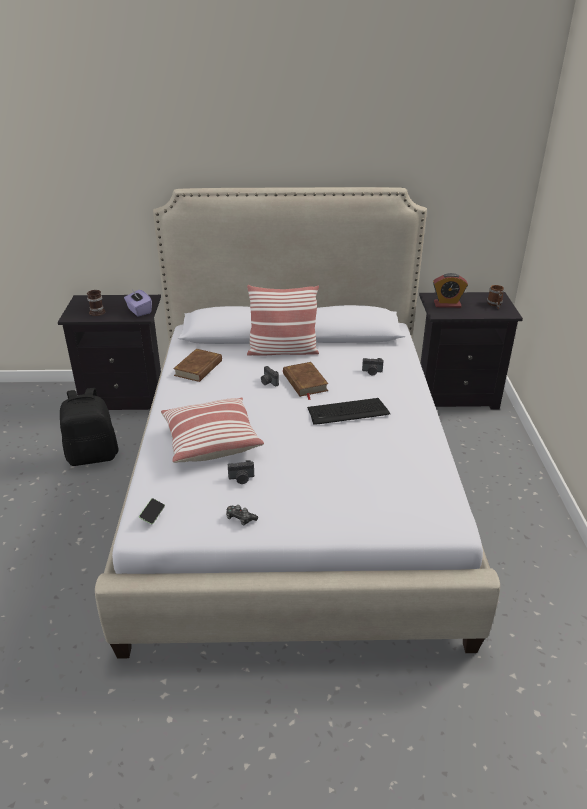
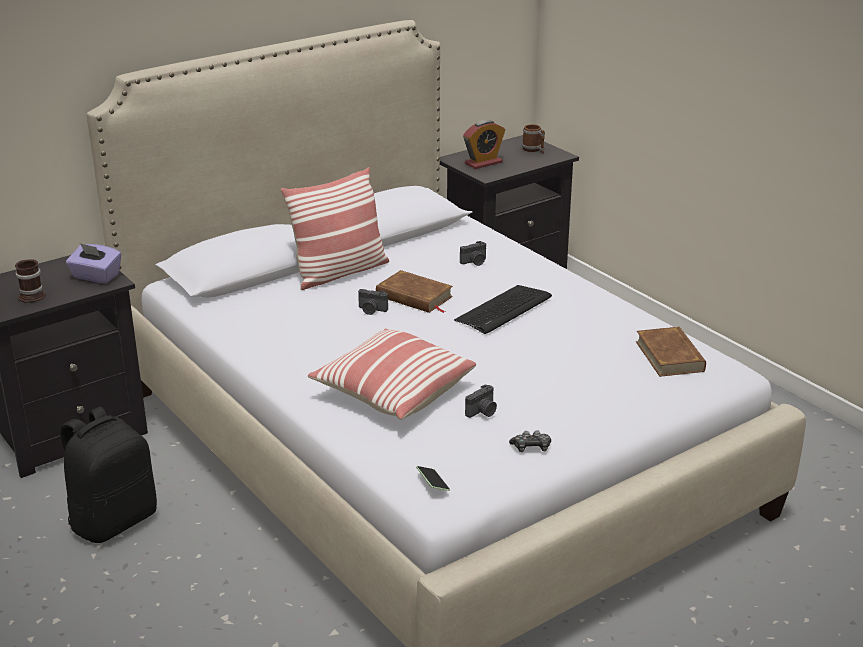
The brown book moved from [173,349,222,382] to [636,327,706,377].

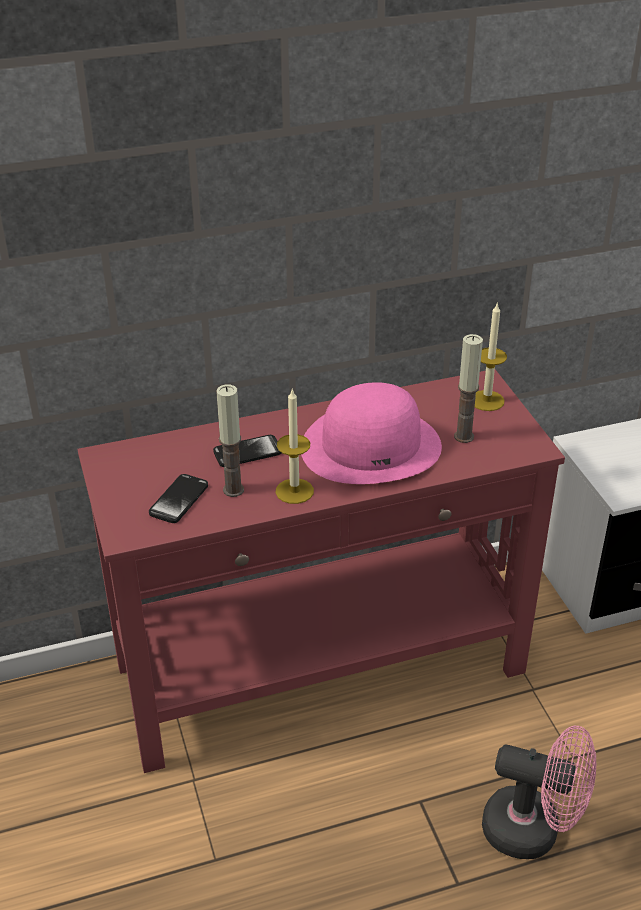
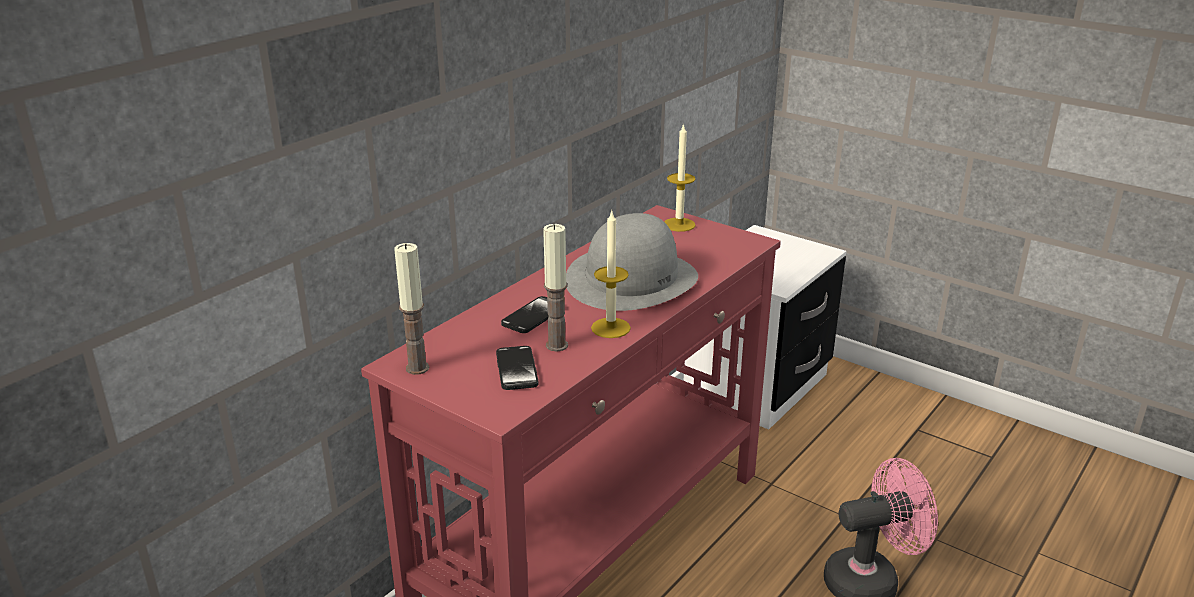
The candle moved from [454,334,483,443] to [394,243,429,375]. The pink hat at [301,382,442,484] became the grey hat at [566,213,698,311].

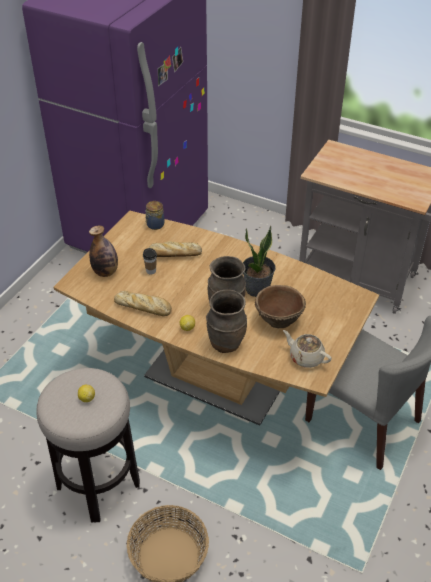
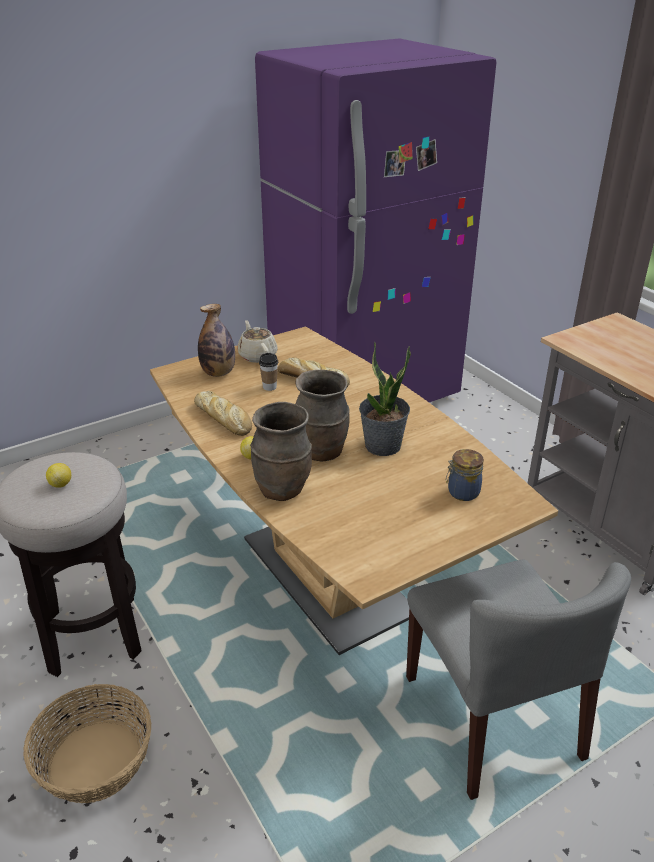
The brown bowl at [255,285,306,328] disappeared. The jar moved from [145,201,165,230] to [446,449,484,501]. The beige teapot moved from [283,330,332,368] to [237,320,278,363].

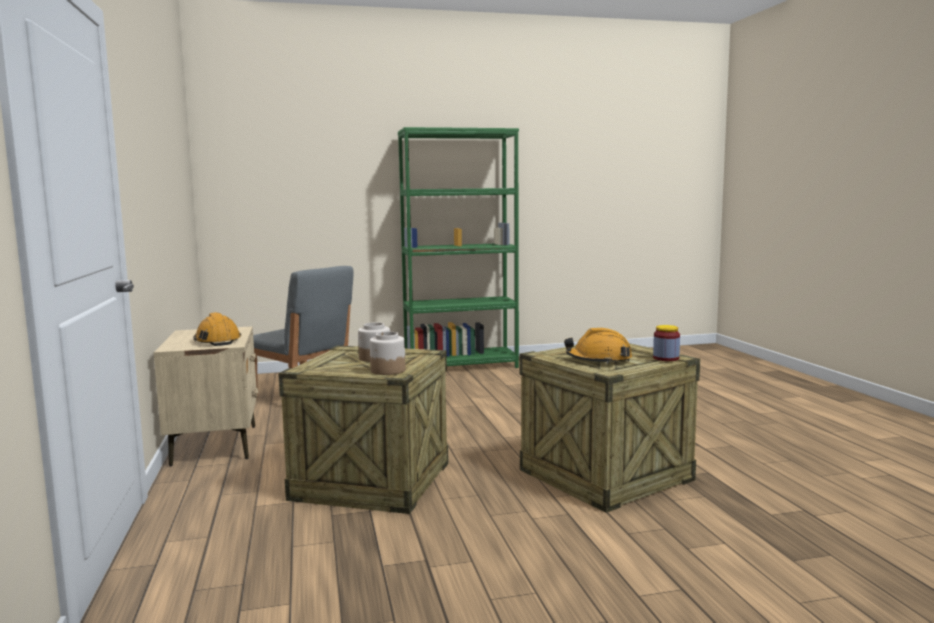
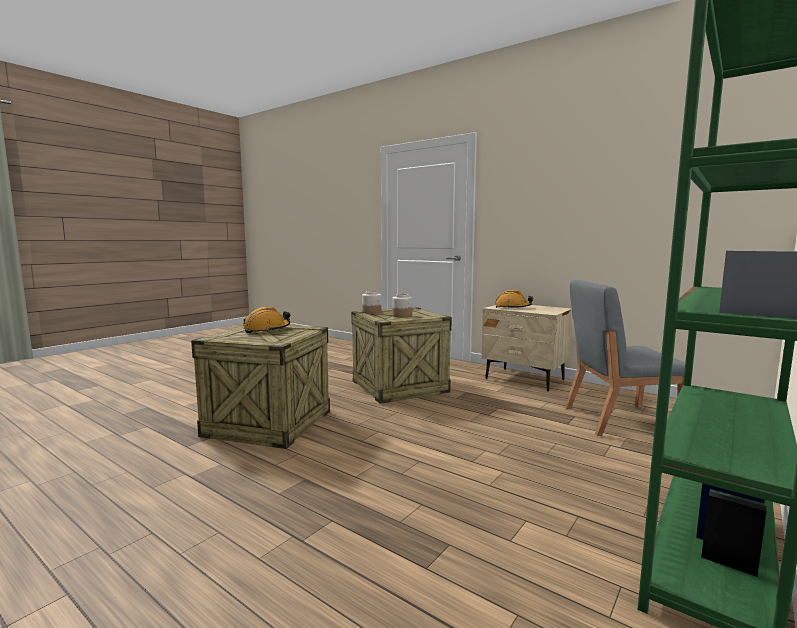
The jar at [653,325,680,361] disappeared.

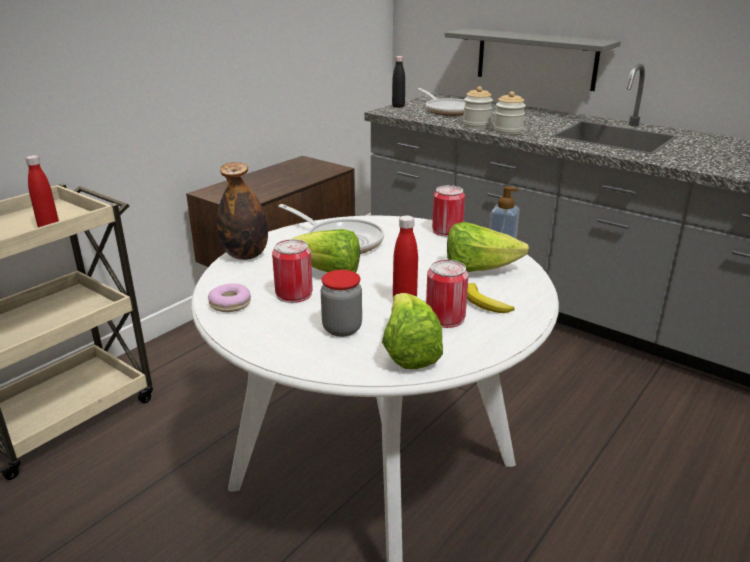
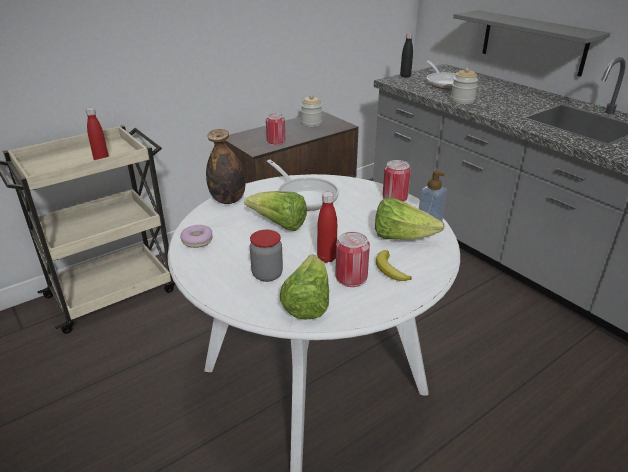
The can moved from [272,239,313,303] to [266,113,286,145]. The jar moved from [494,91,526,135] to [301,95,322,127].

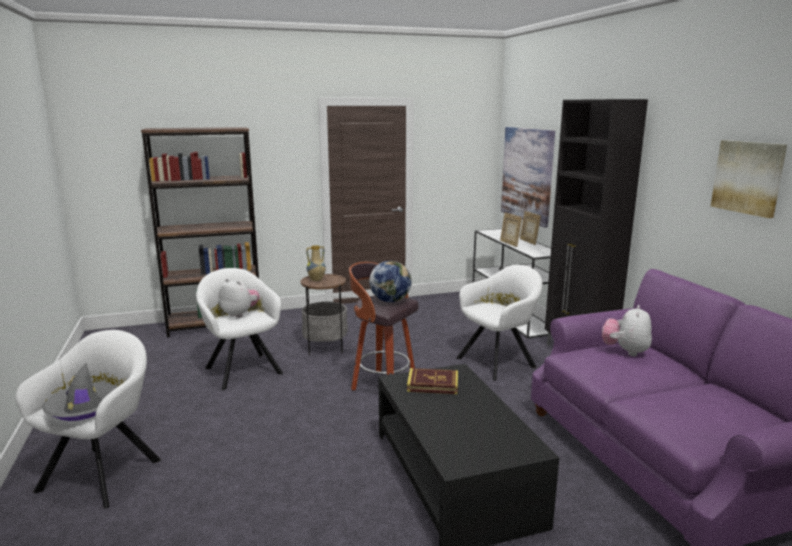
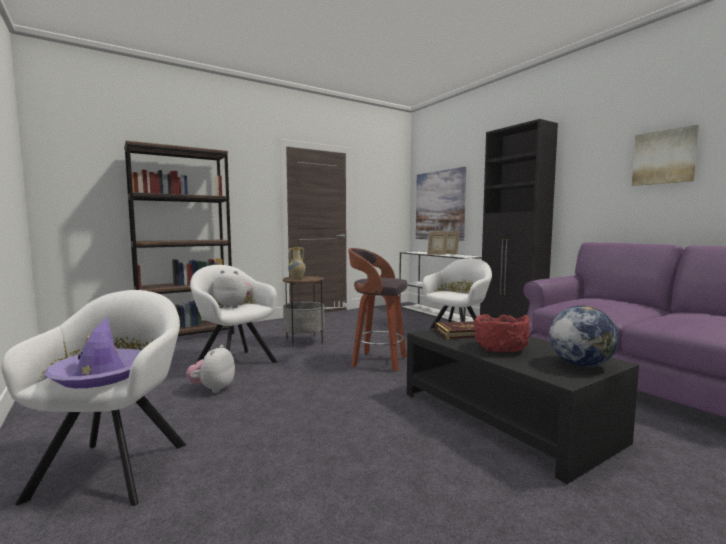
The red bowl at [474,314,530,352] appeared. The globe moved from [369,261,412,302] to [549,306,619,367]. The plush toy moved from [602,305,652,356] to [186,345,235,393]. The grey hat at [42,363,118,421] became the purple hat at [44,317,141,388].

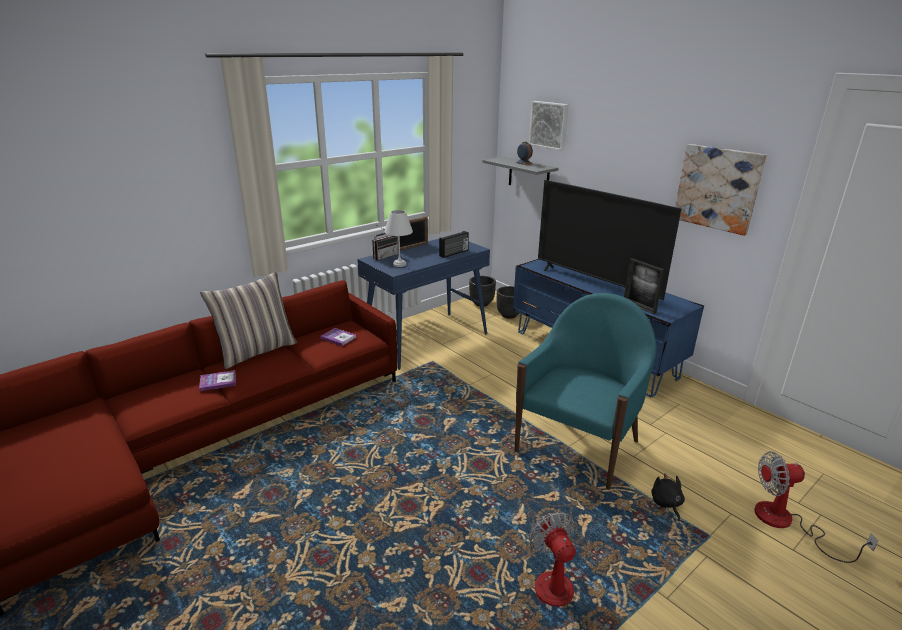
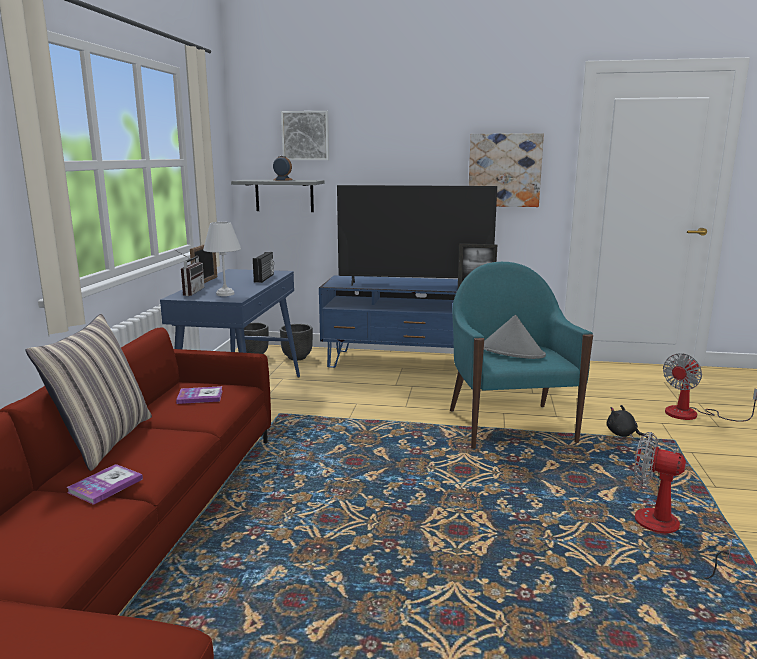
The grey hat at [484,315,546,359] appeared.

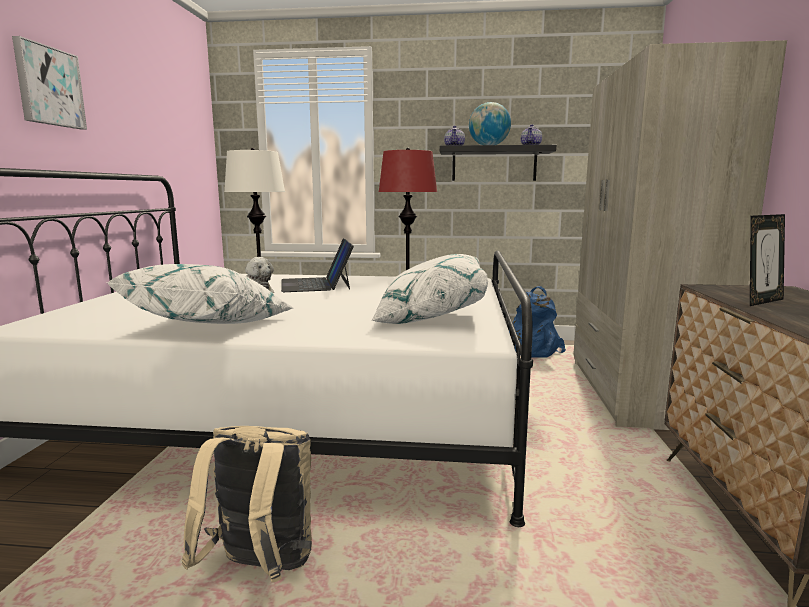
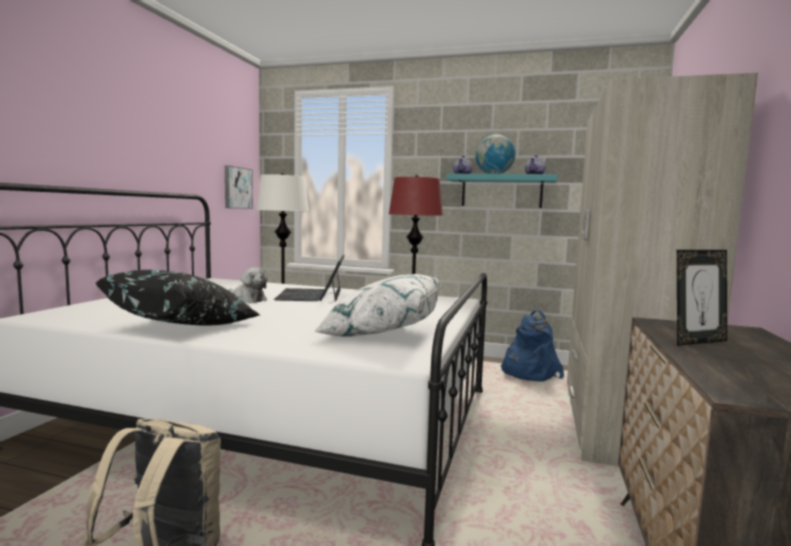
The picture moved from [12,36,87,129] to [225,165,253,209]. The white pillow at [108,264,293,324] became the black pillow at [96,270,260,326]. The black shelf at [440,145,556,181] became the turquoise shelf at [446,174,558,208].

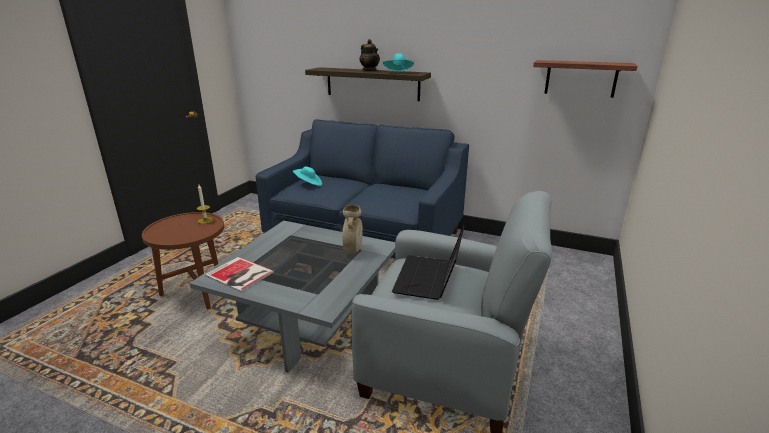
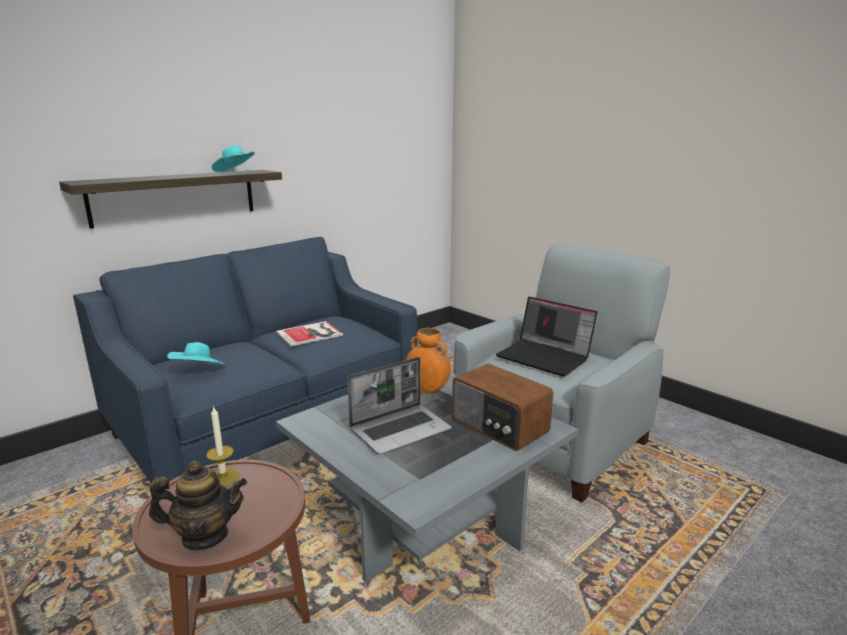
The shelf at [533,60,638,98] disappeared. The laptop at [347,357,452,454] appeared. The radio at [452,364,553,451] appeared. The book moved from [204,257,274,292] to [276,321,343,347]. The teapot moved from [359,39,380,71] to [149,461,247,551]. The beige vase at [342,205,363,253] became the orange vase at [406,328,451,392].

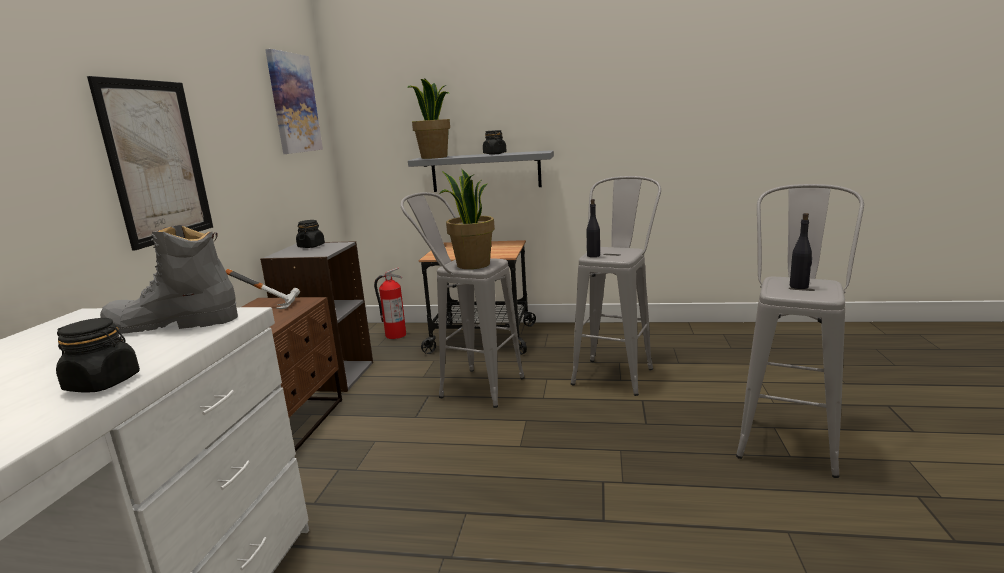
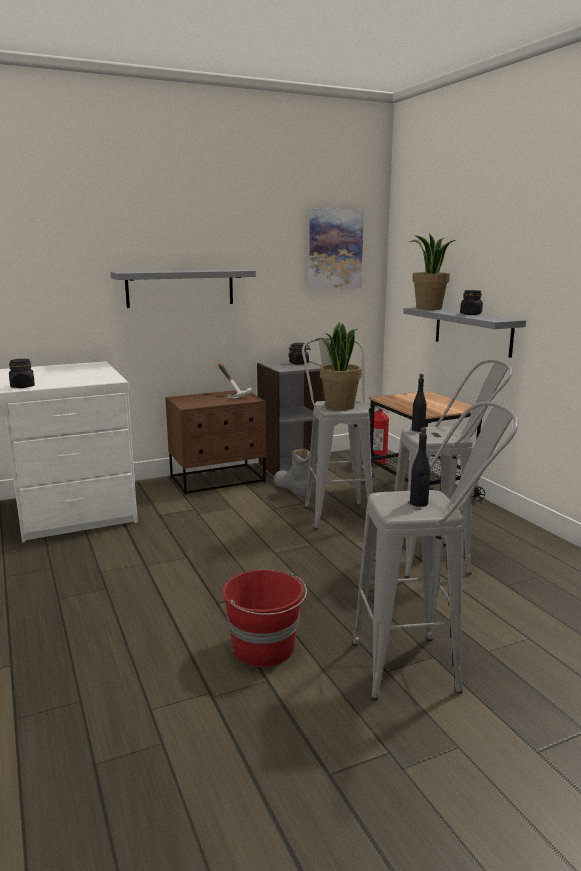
The red bucket at [223,570,307,667] appeared. The grey boot moved from [100,225,238,334] to [274,449,316,497]. The picture at [87,76,213,251] was replaced by the grey shelf at [110,269,256,308].

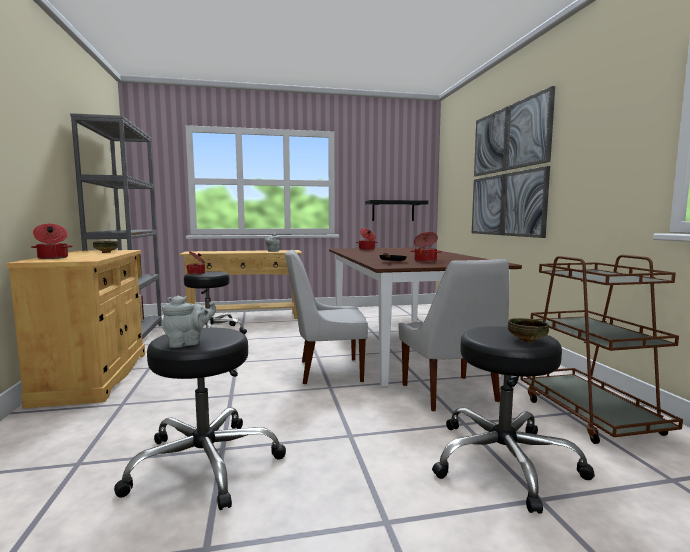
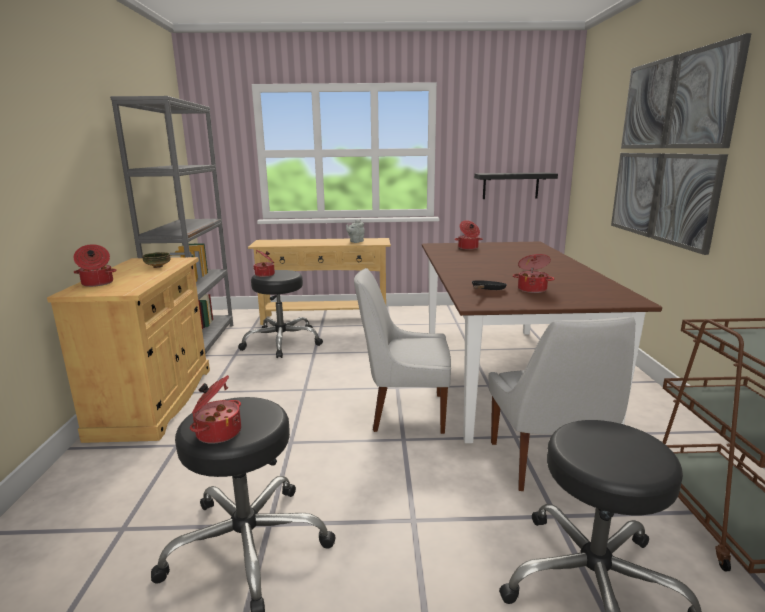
The bowl at [508,318,549,342] disappeared. The grey teapot at [161,296,216,348] was replaced by the cooking pot at [190,375,241,444].

